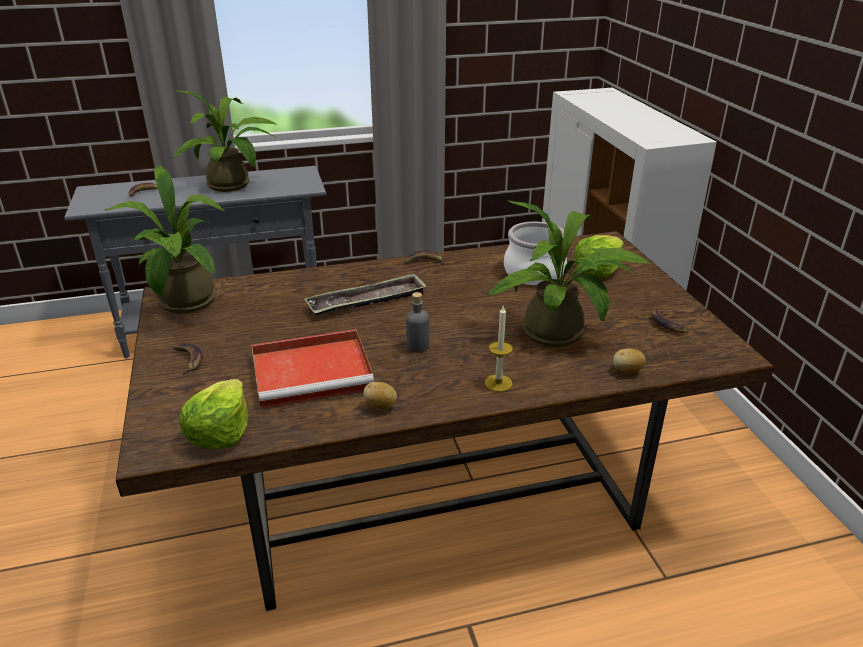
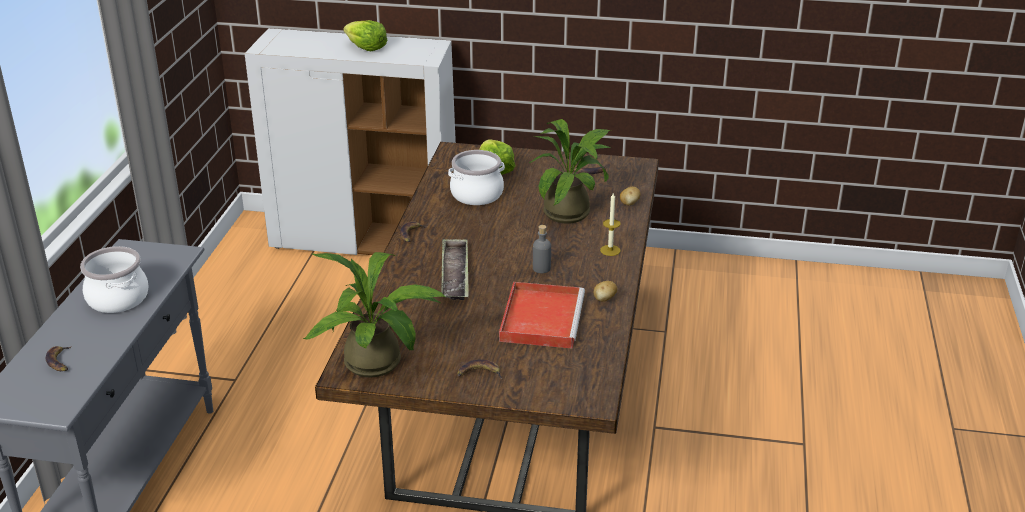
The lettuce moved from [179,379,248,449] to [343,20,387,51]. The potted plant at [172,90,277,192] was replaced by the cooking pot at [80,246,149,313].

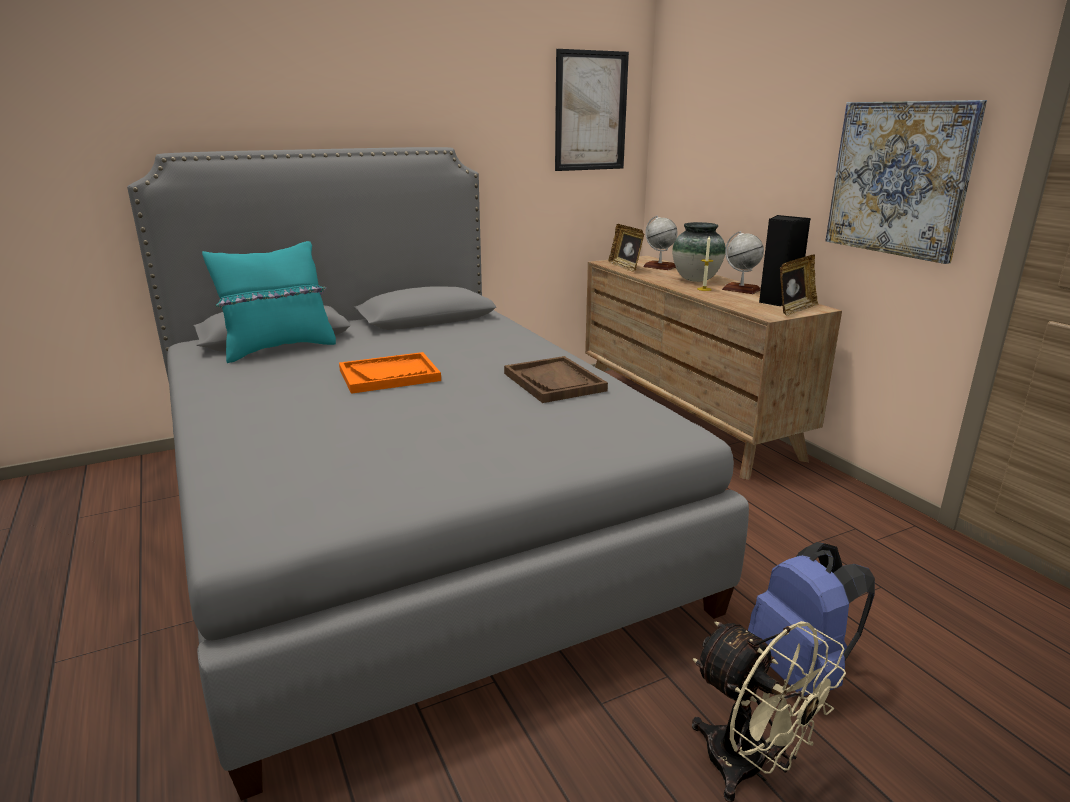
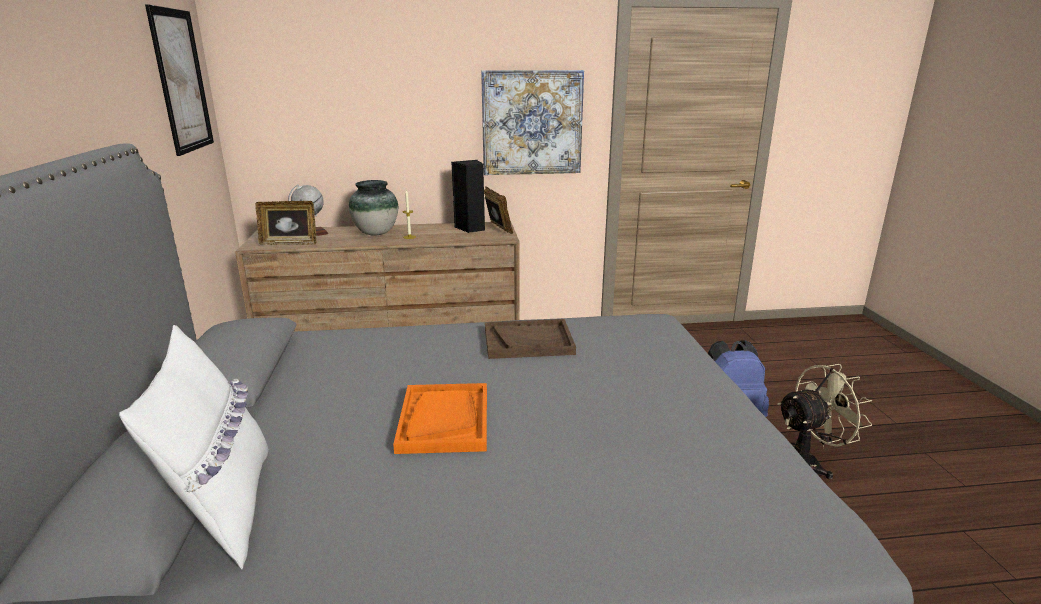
The globe at [722,231,764,294] disappeared. The turquoise pillow at [202,241,336,363] became the white pillow at [119,325,269,569].

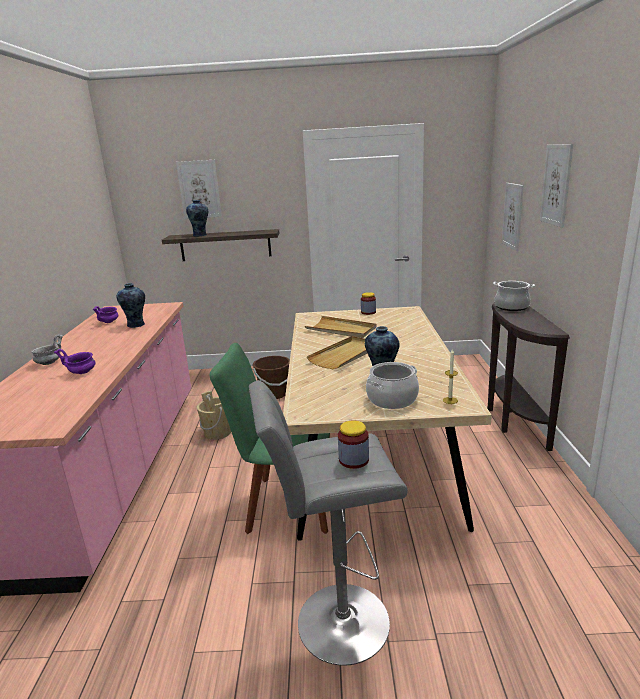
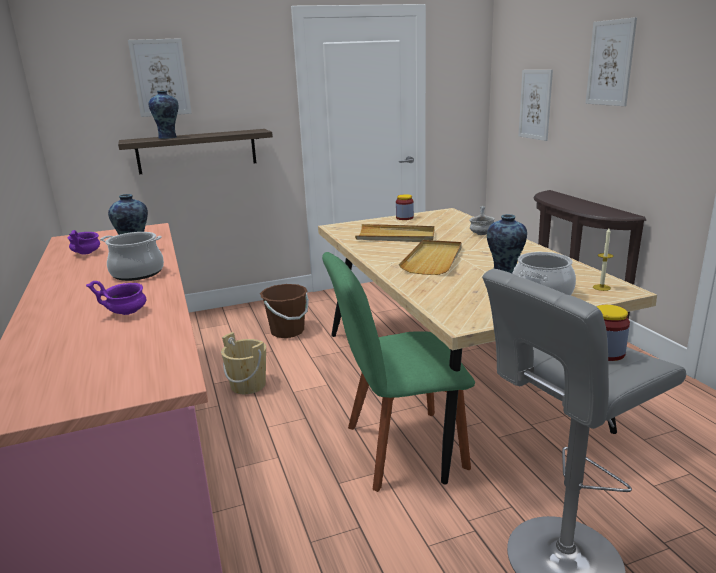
The grey bowl moved from [31,335,63,365] to [469,206,495,235]. The cooking pot moved from [493,281,535,311] to [100,232,164,281].

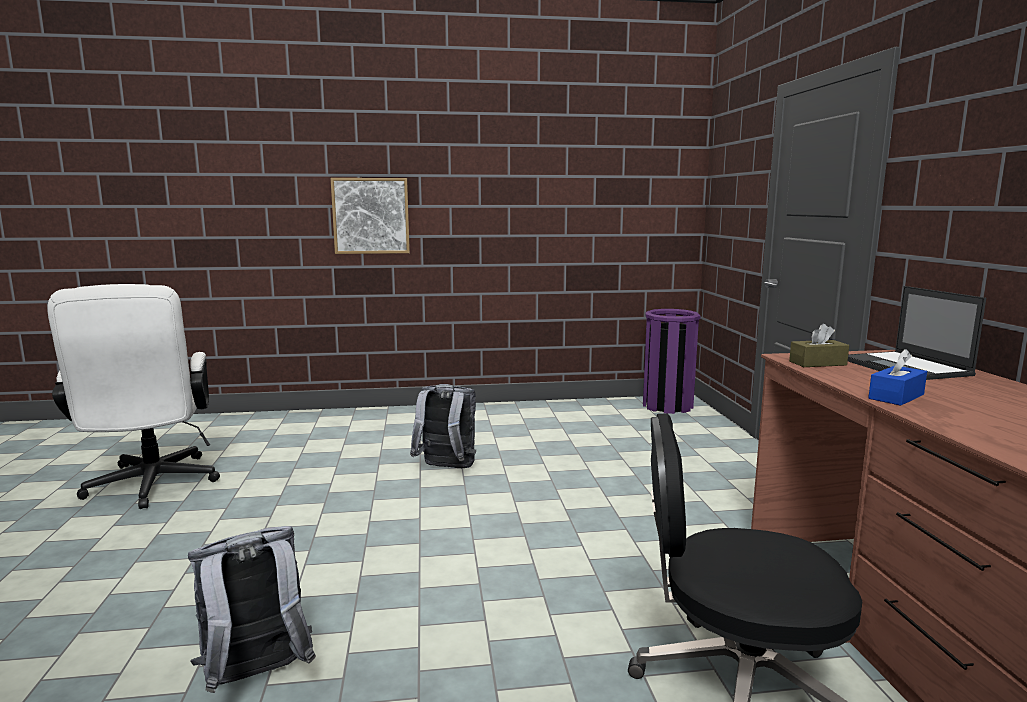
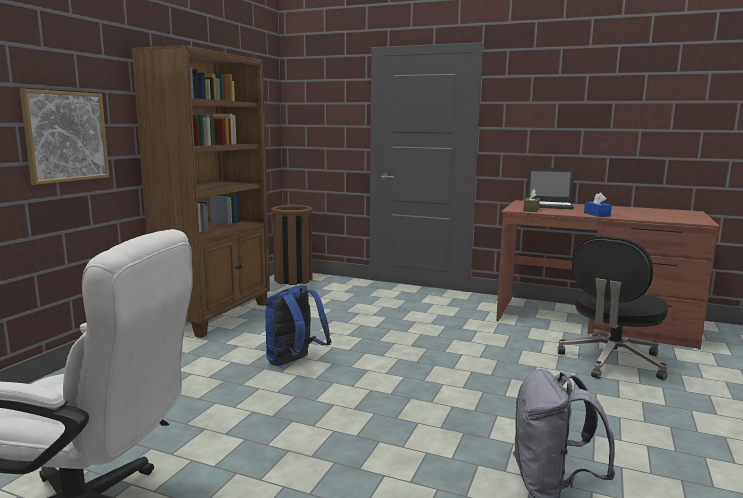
The brown bookcase at [131,45,270,338] appeared. The grey backpack at [410,384,476,468] became the blue backpack at [265,286,332,366]. The purple trash can at [643,309,700,414] became the brown trash can at [271,205,313,285].

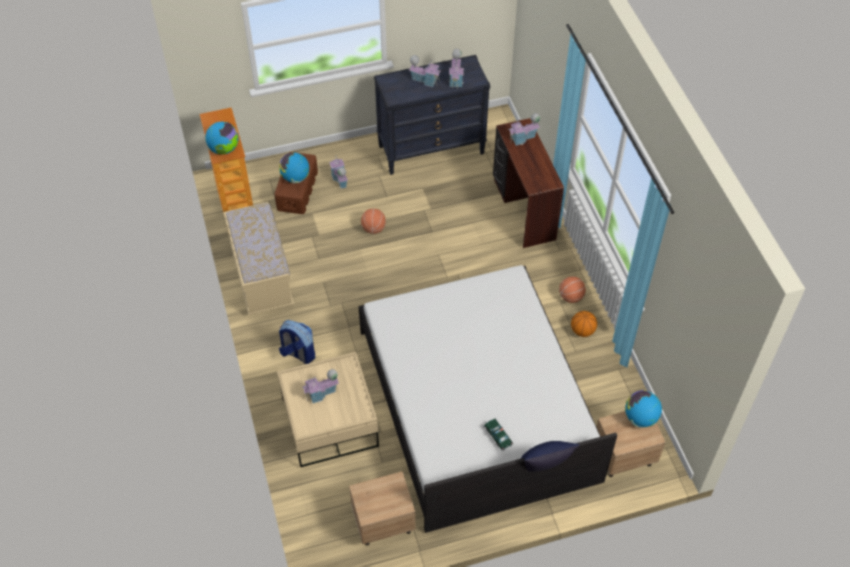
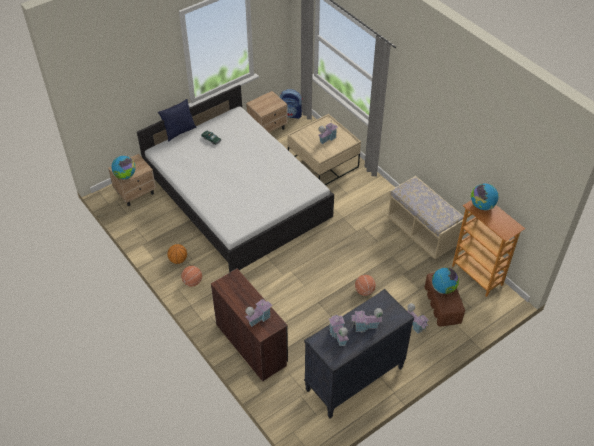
The backpack moved from [279,320,315,364] to [280,89,303,119].

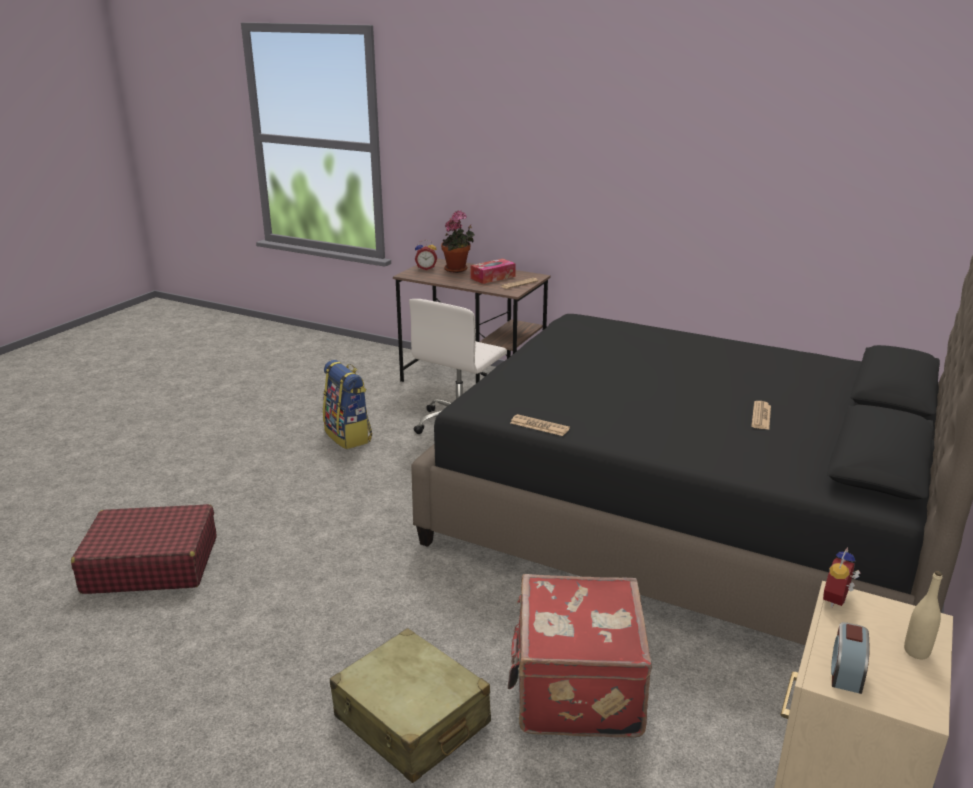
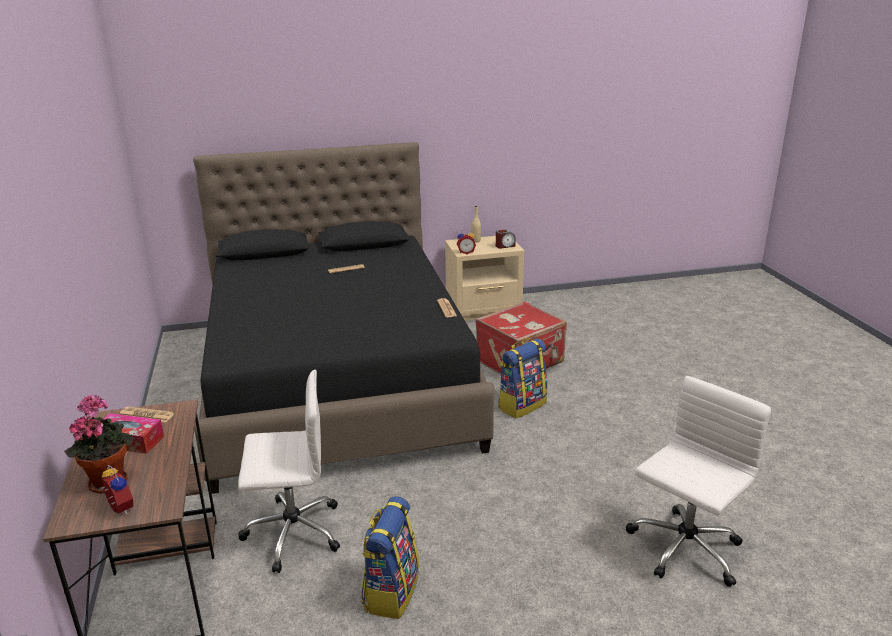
The beige suitcase at [330,628,491,783] disappeared. The backpack at [498,339,547,418] appeared. The red suitcase at [71,504,217,594] was replaced by the white office chair at [626,376,771,587].

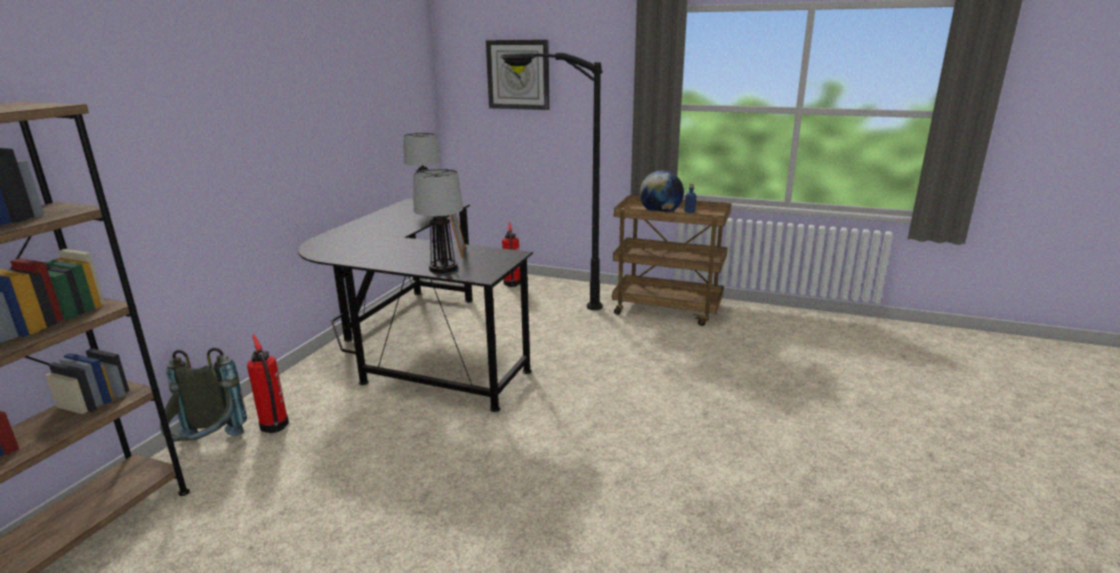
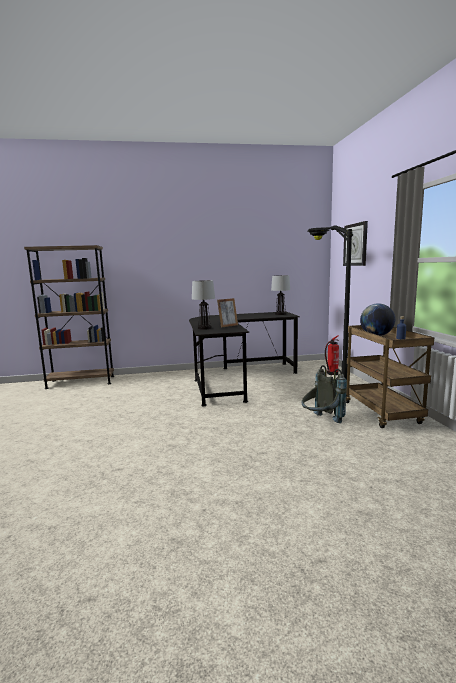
The fire extinguisher at [247,334,289,433] disappeared. The grey backpack moved from [160,348,247,442] to [302,365,347,423].

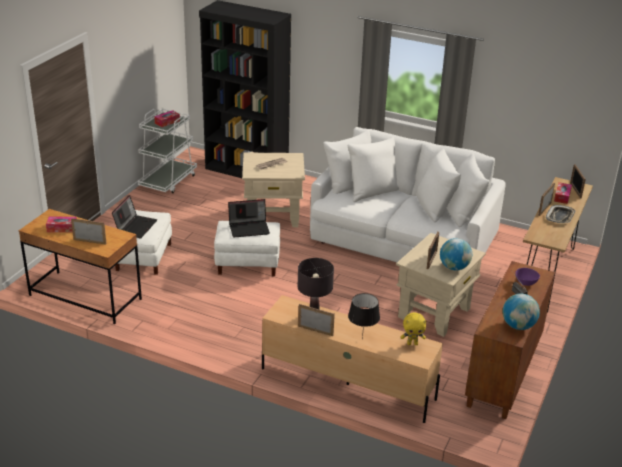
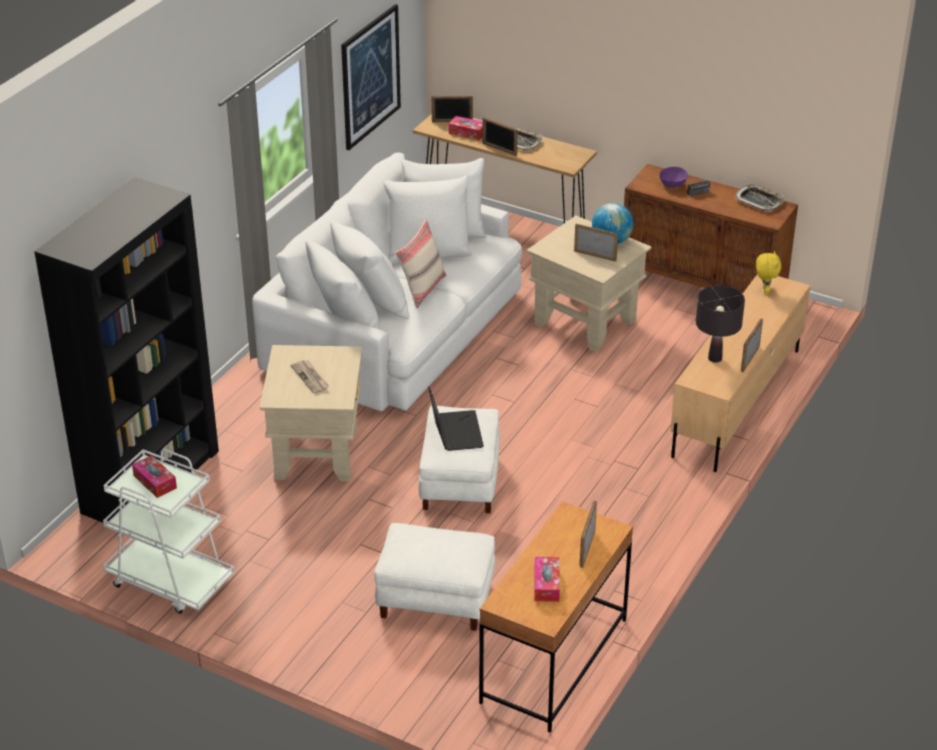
The laptop at [112,195,157,238] disappeared. The black table lamp at [348,293,380,340] disappeared. The picture at [341,4,401,150] appeared. The beige pillow at [396,220,446,308] appeared. The globe at [503,294,540,330] was replaced by the tray at [735,184,784,211].

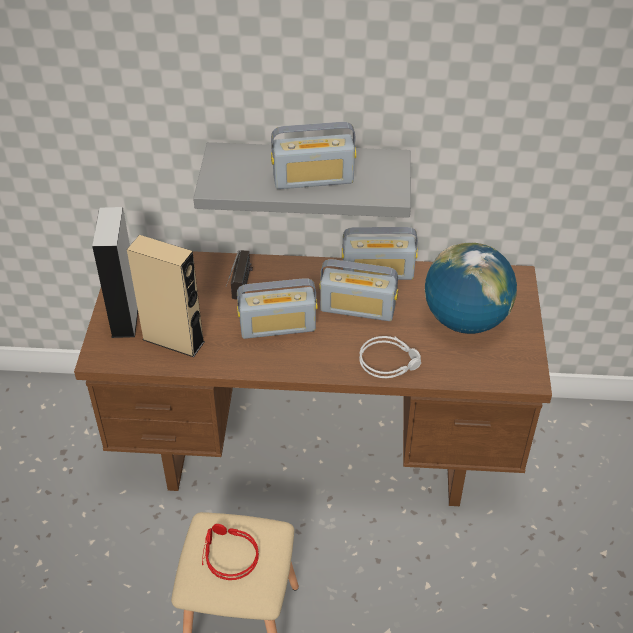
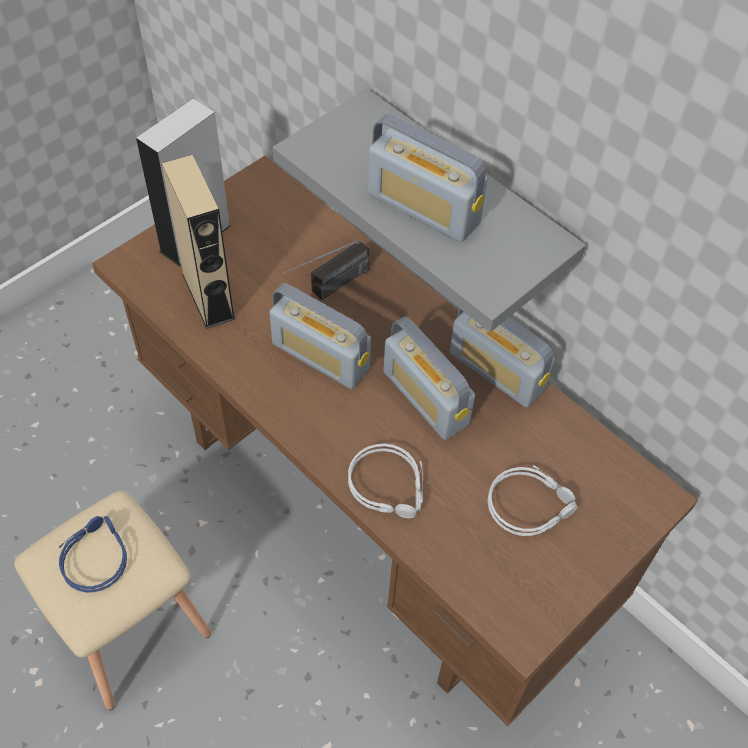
The globe at [425,242,517,334] was replaced by the grey headphones at [487,466,577,536]. The red headphones at [202,524,259,580] became the blue headphones at [59,516,127,593].

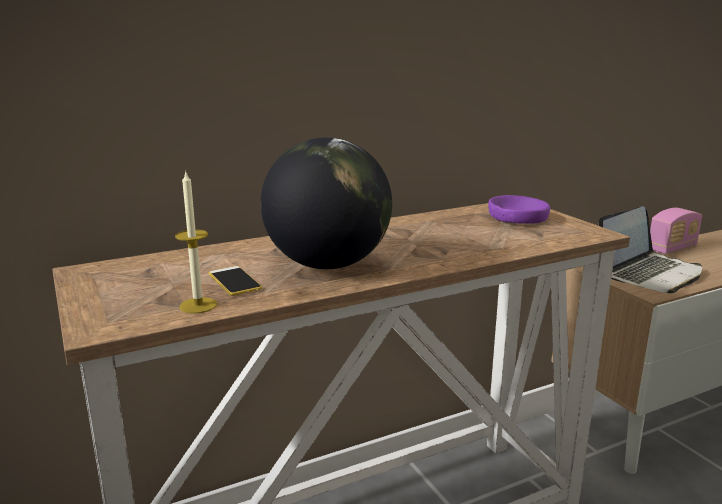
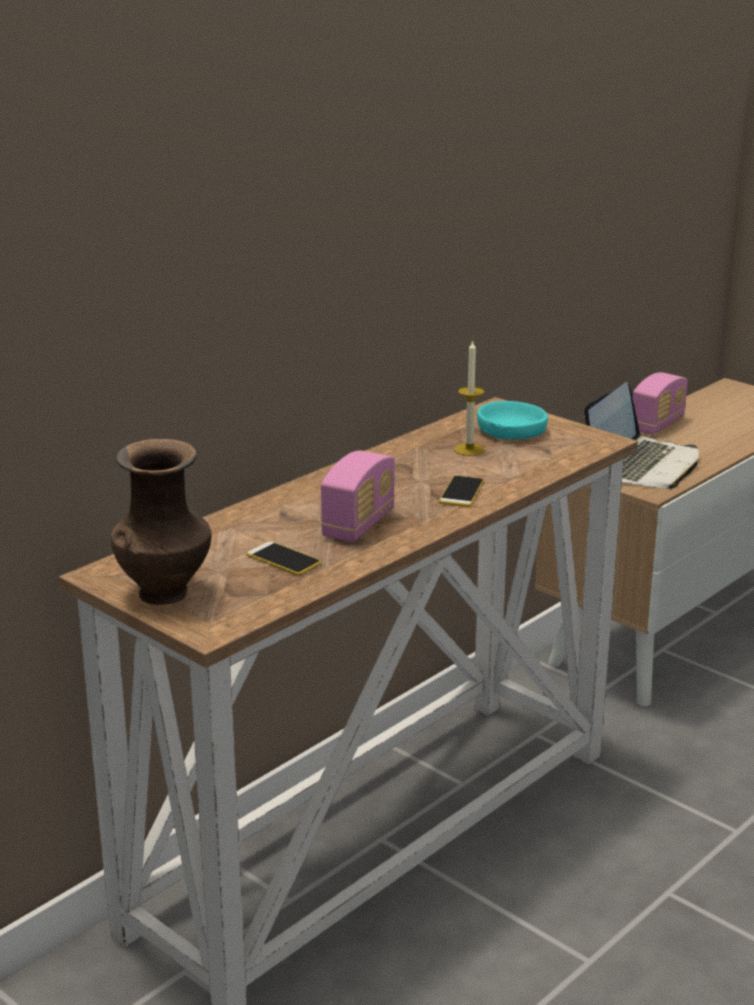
The brown vase at [111,439,212,605] appeared. The phone at [439,476,484,507] appeared. The candle moved from [175,170,217,314] to [454,340,485,456]. The globe at [260,137,392,269] was replaced by the radio at [321,451,395,542]. The purple bowl at [488,195,550,224] became the turquoise bowl at [477,401,548,439].

